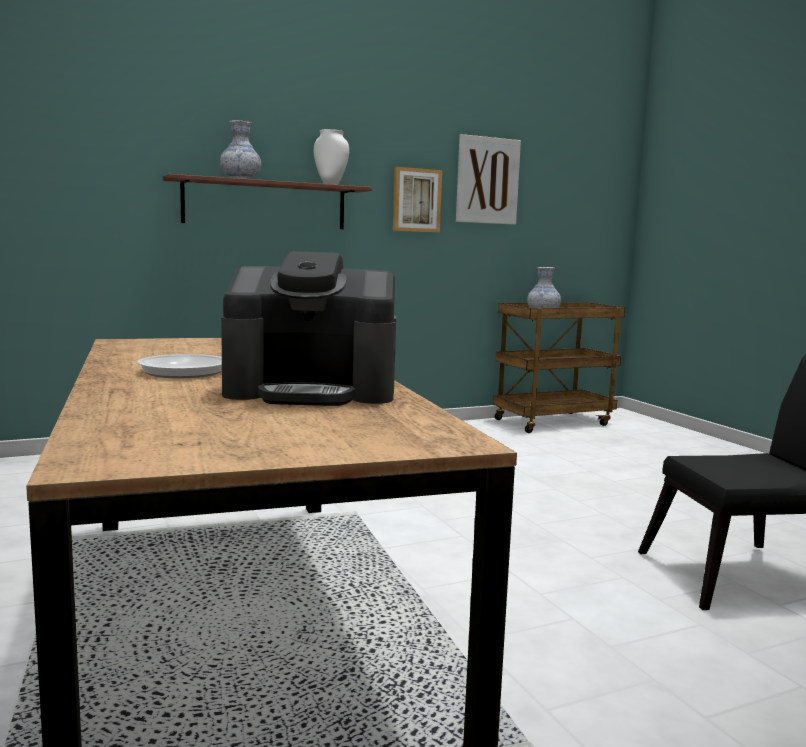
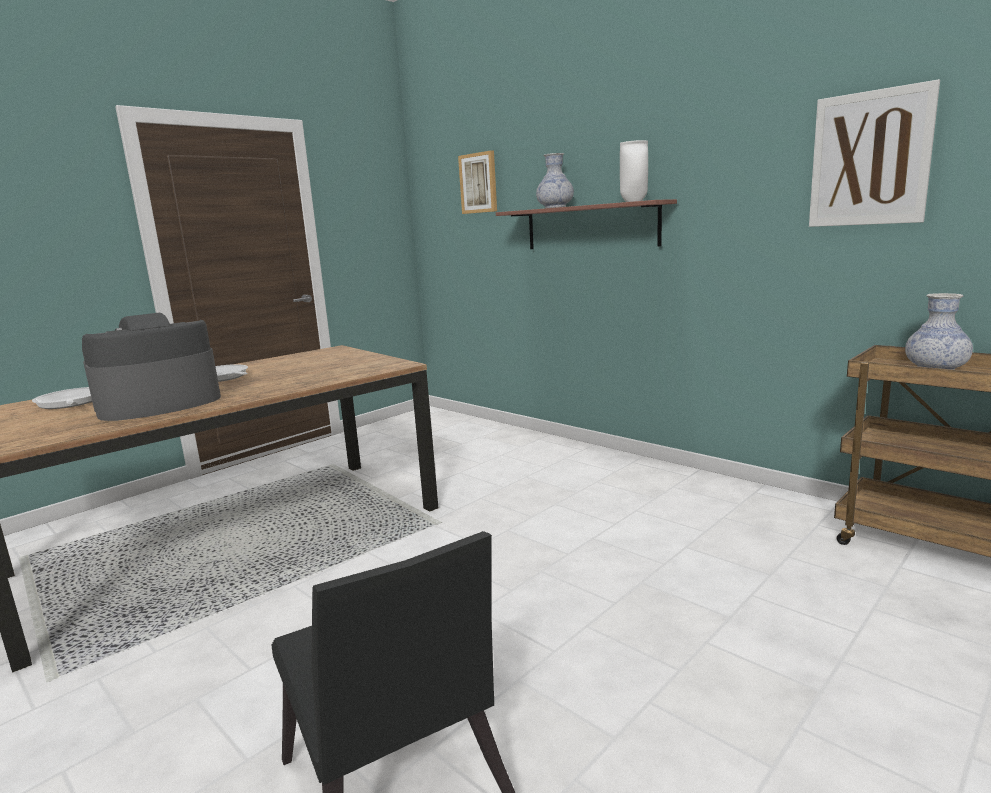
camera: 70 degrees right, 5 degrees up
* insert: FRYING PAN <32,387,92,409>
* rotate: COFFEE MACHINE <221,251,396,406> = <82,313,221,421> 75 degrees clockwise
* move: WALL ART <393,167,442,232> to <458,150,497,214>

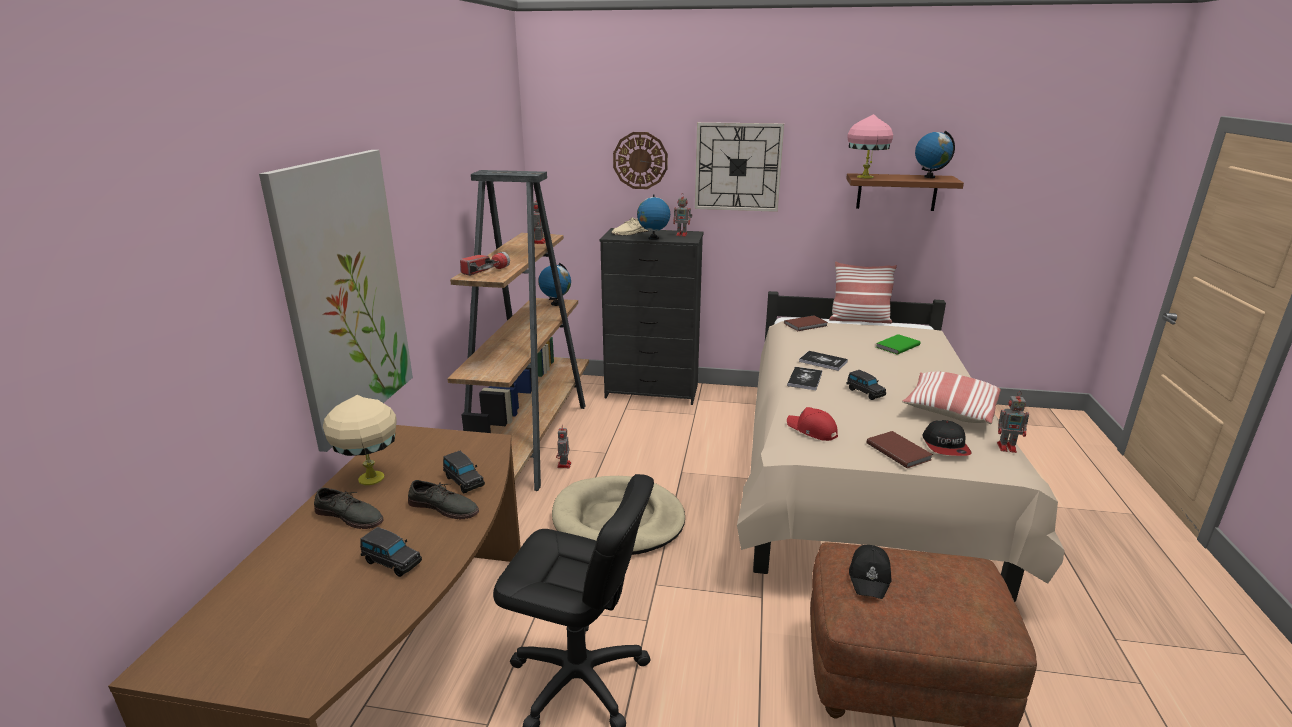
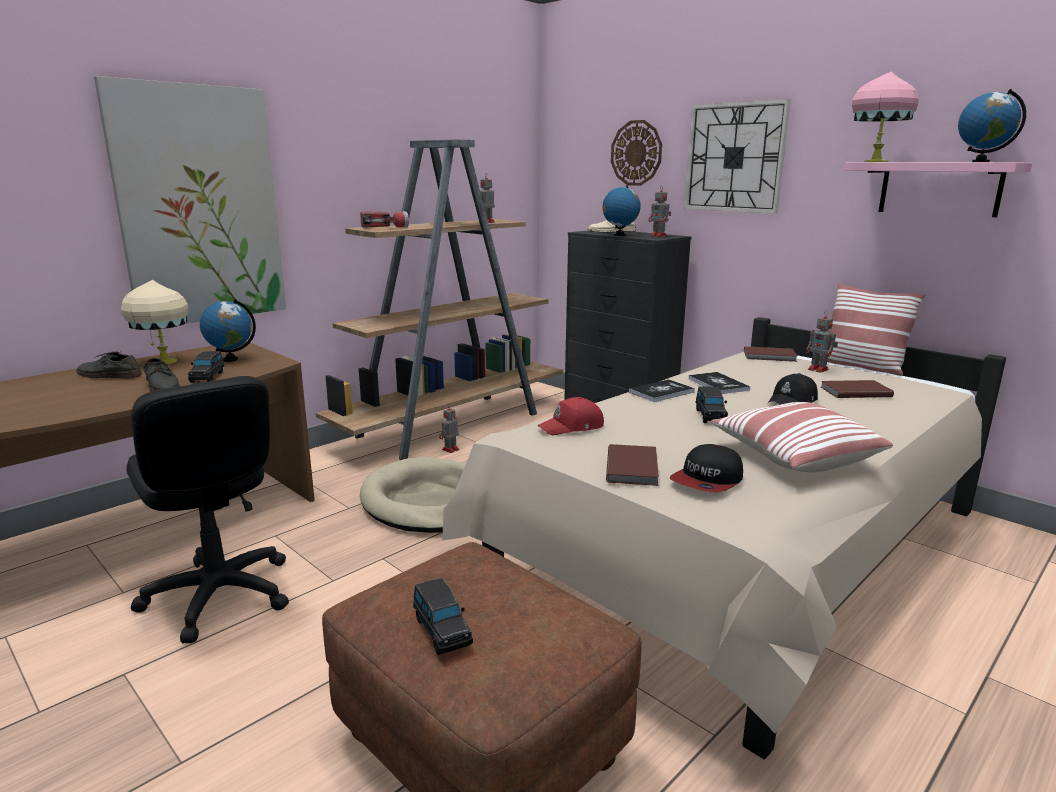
camera: 35 degrees right, 5 degrees down
* rotate: GREYISH SHOE <314,488,384,529> = <76,352,142,379> 135 degrees clockwise
* move: WORLD GLOBE <538,263,571,306> to <200,299,256,362>
* move: BLACKISH TOY CAR <360,527,422,577> to <413,578,473,655>
* rotate: RED-COLOURED CAP <787,407,838,441> = <537,397,604,436> 105 degrees counterclockwise
* move: BLACKISH CAP <849,545,892,599> to <768,373,818,405>
* move: ROBOT FIGURE <997,391,1029,453> to <806,311,838,373>
* recolor: GREENISH VOLUME <876,334,921,355> to BROWN-COLOURED VOLUME <821,380,894,398>
* recolor: BROWN-COLOURED SHELF <846,173,964,211> to PINK-COLOURED SHELF <844,162,1032,217>

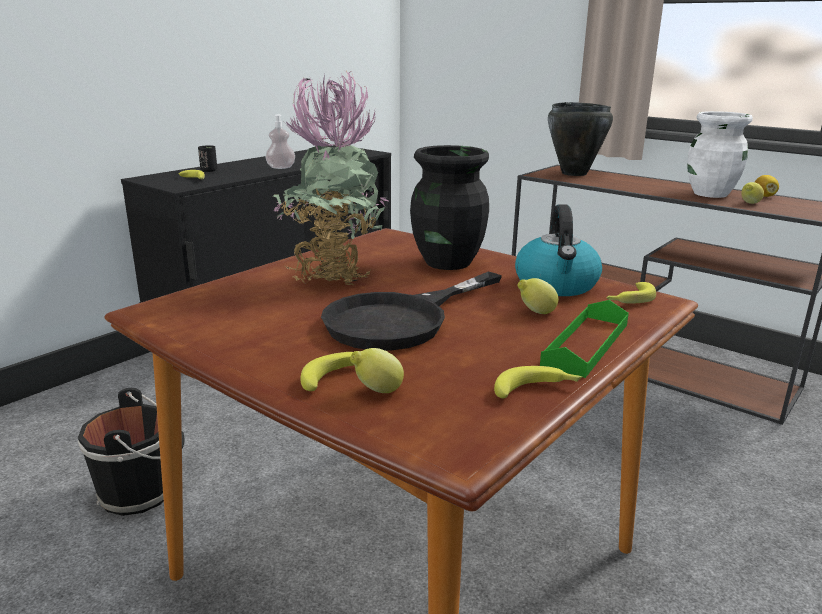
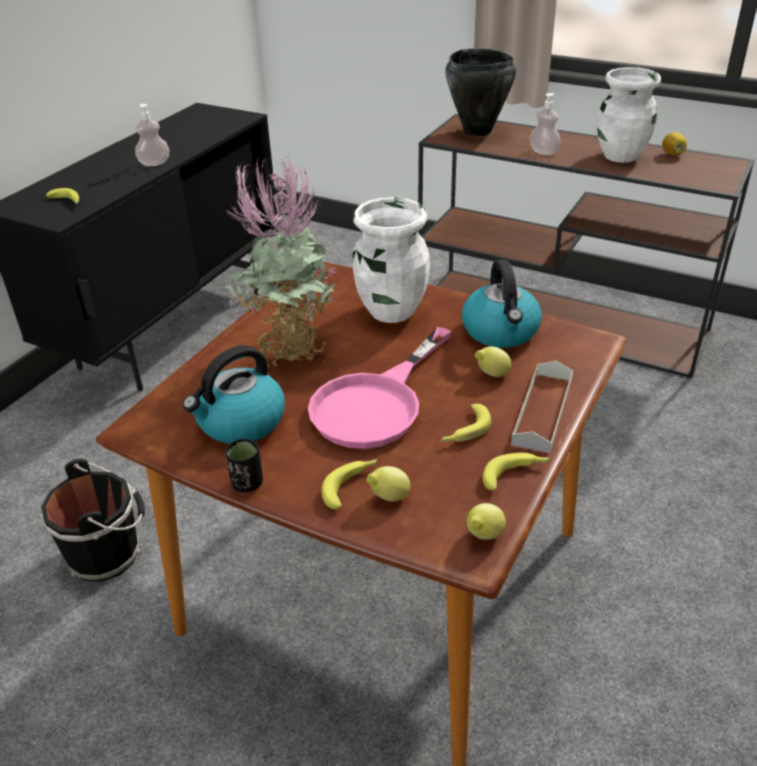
camera: 10 degrees left, 15 degrees up
* insert: WATER KETTLE <183,345,285,444>
* move: BLACKISH CUP <198,145,217,172> to <225,438,263,492>
* recolor: BLACKISH FRYING PAN <321,272,502,351> to PINK-COLOURED FRYING PAN <308,327,452,449>
* recolor: BLACKISH FLOWER VASE <410,145,489,270> to WHITE-COLOURED FLOWER VASE <353,197,430,323>
* move: BANANA FRUIT <606,282,656,304> to <441,404,491,442>
* move: LEMON <741,182,764,204> to <467,503,506,540>
* recolor: GREENISH SERVING TRAY <540,300,629,378> to GREYISH SERVING TRAY <511,361,573,453>
* insert: LIQUID SOAP BOTTLE <530,93,560,155>

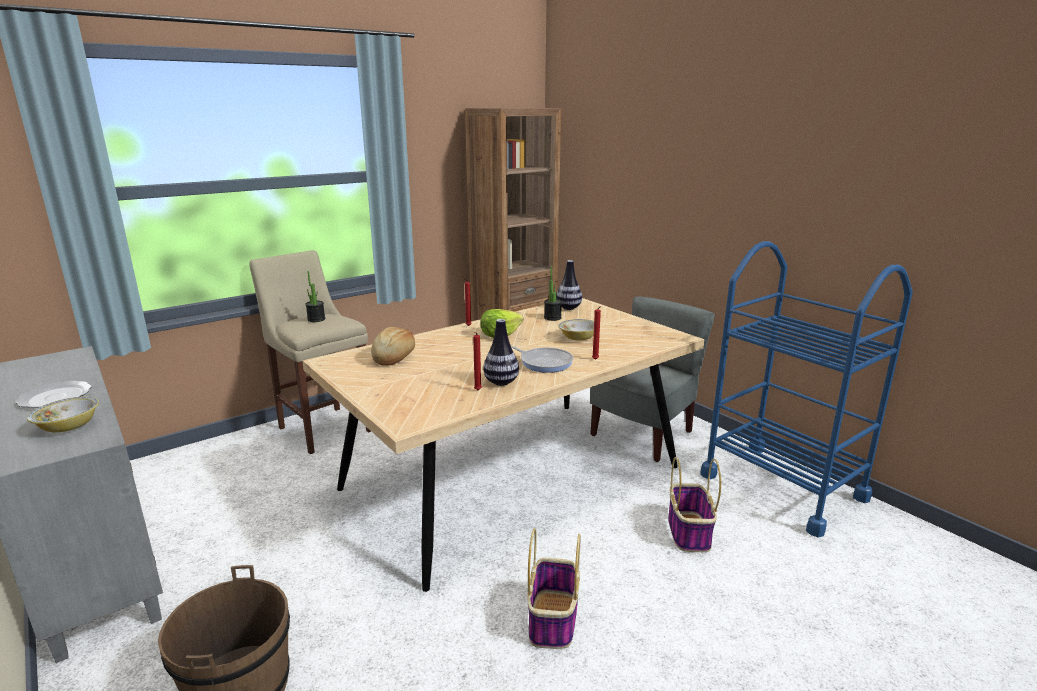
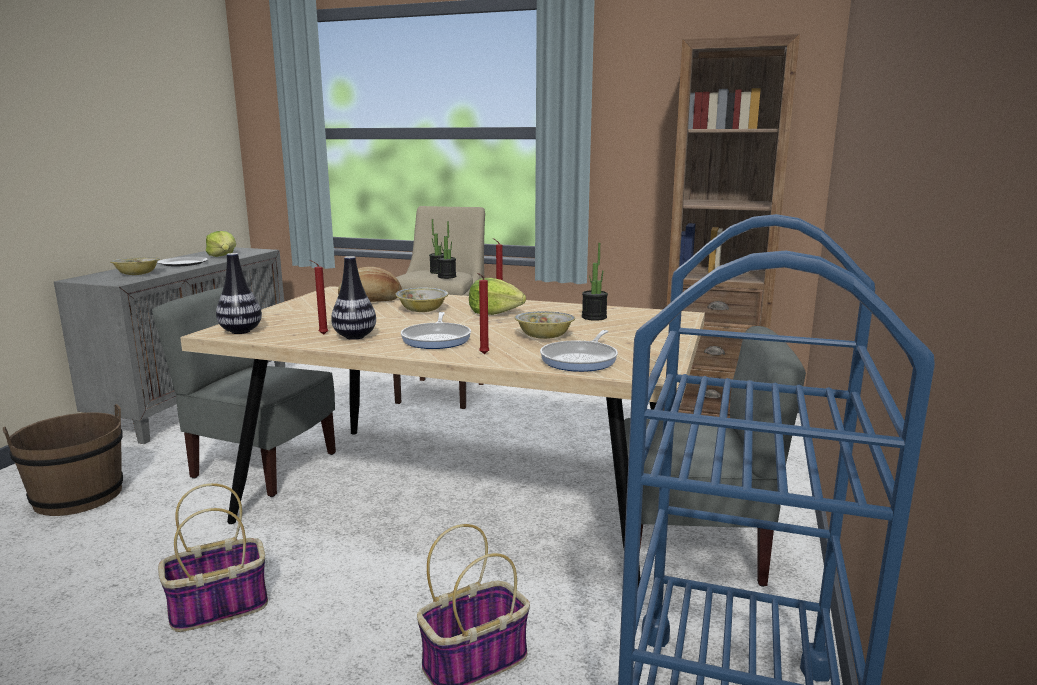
camera: 55 degrees right, 5 degrees down
* insert: GREYISH PLAIN CHAIR <152,287,336,497>
* insert: LETTUCE HEAD <206,231,236,257>
* move: FLOWER VASE <556,260,582,310> to <216,253,262,334>
* insert: BOWL <395,287,448,312>
* insert: PLANT IN A POT <437,221,456,279>
* insert: FRYING PAN <540,330,618,372>

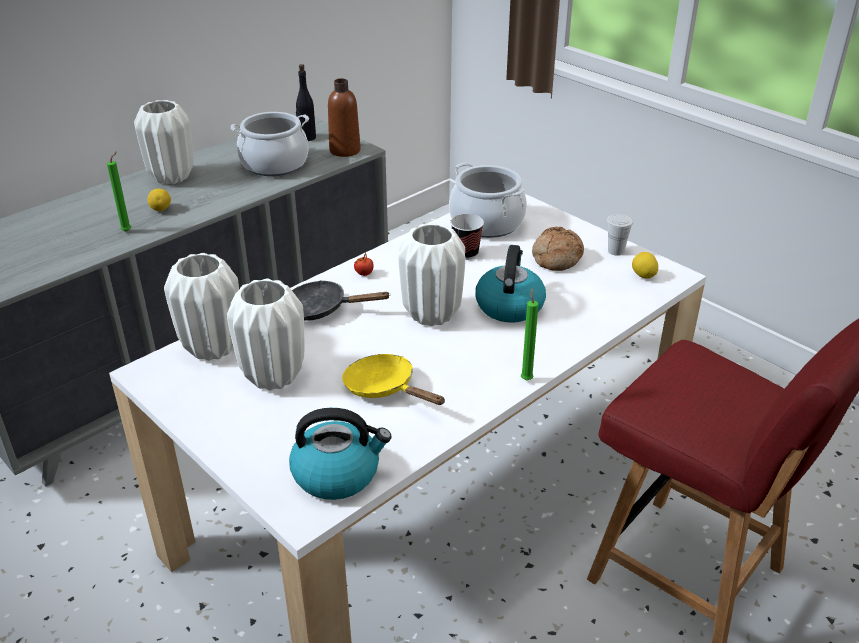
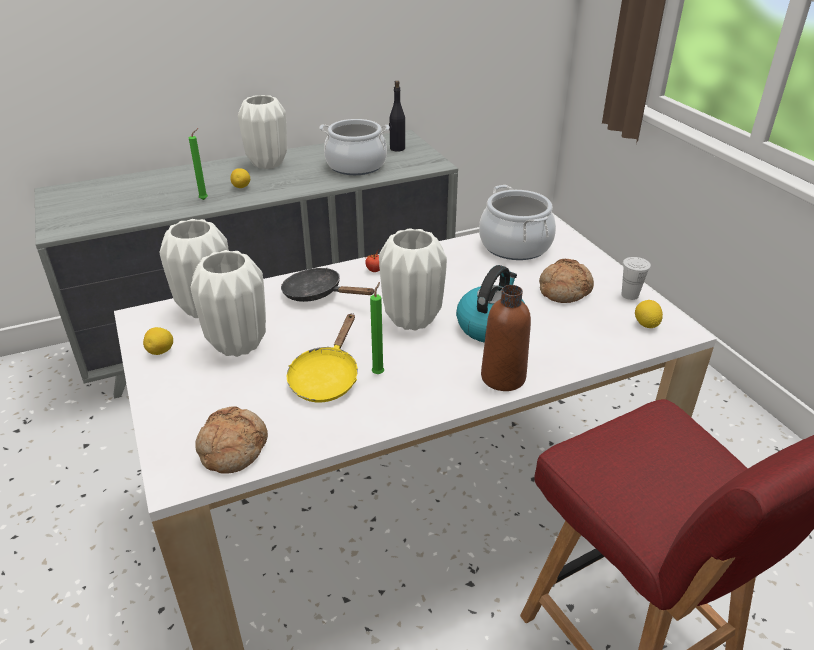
camera: 20 degrees right, 0 degrees up
* insert: LEMON <143,327,173,355>
* replace: WATER KETTLE <289,408,392,500> to BAKERY BREAD <195,406,268,474>
* rotate: YELLOW-COLOURED FRYING PAN <342,354,445,405> = <287,313,358,403> 135 degrees counterclockwise
* move: GREENISH CANDLE <521,288,538,380> to <370,282,384,374>
* move: BROWN-COLOURED BEVERAGE BOTTLE <328,78,361,157> to <481,285,531,391>
* delete: CUP <450,214,484,260>

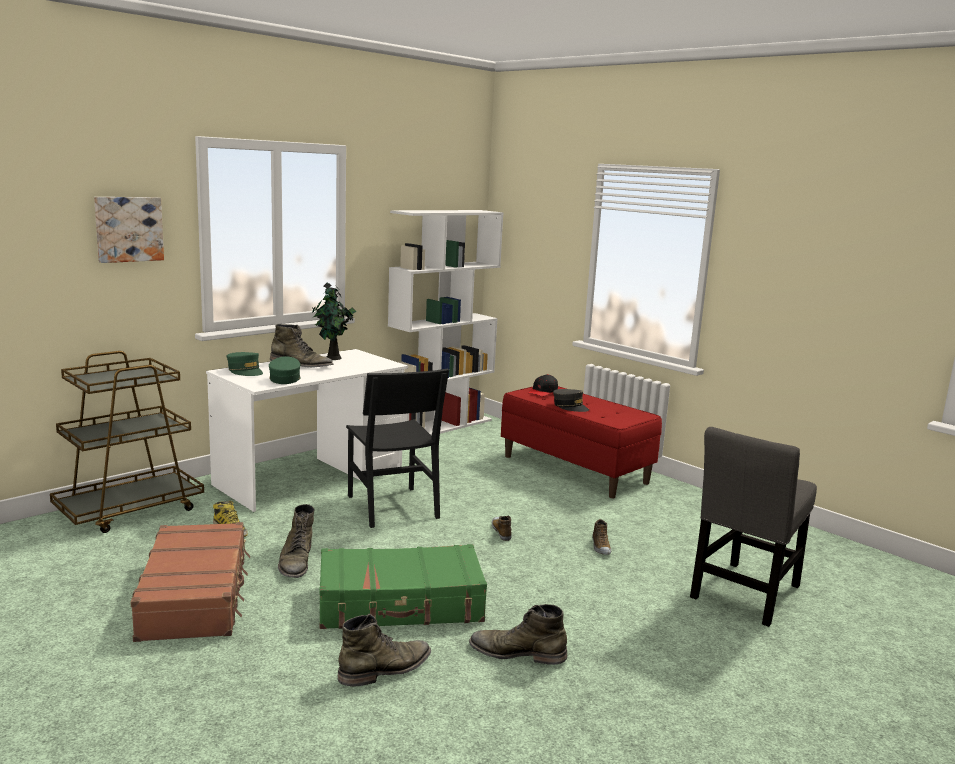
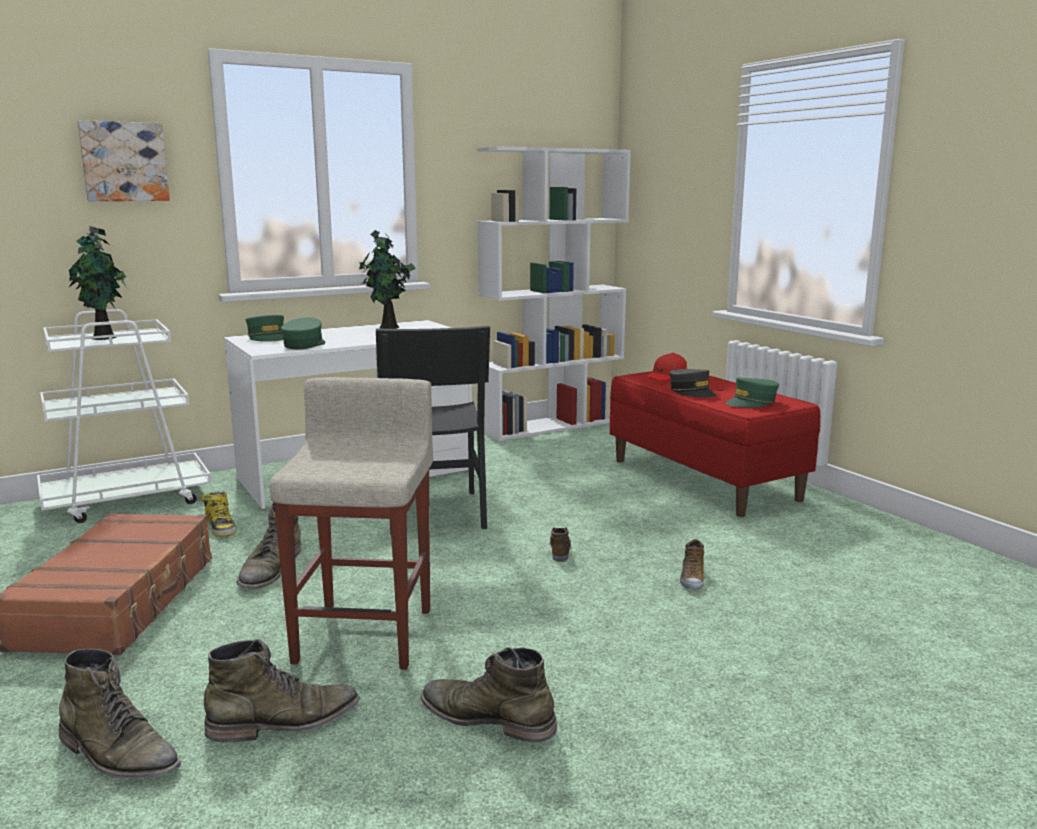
camera: 15 degrees right, 0 degrees up
* recolor: BROWN-COLOURED TROLLEY <50,351,204,533> to WHITE-COLOURED TROLLEY <37,309,211,523>
* move: GREENISH HIGH-TOP BOOT <270,324,334,368> to <59,649,181,780>
* insert: PLANT IN A POT <69,226,128,340>
* replace: GREENISH TRAVEL CASE <319,544,487,629> to BEIGE STOOL <270,377,433,670>
* recolor: BLACKISH CAP <528,374,558,397> to RED-COLOURED CAP <644,353,687,381>
* insert: GREENISH CAP <725,378,779,407>
* delete: GREYISH PLAIN CHAIR <690,427,817,627>

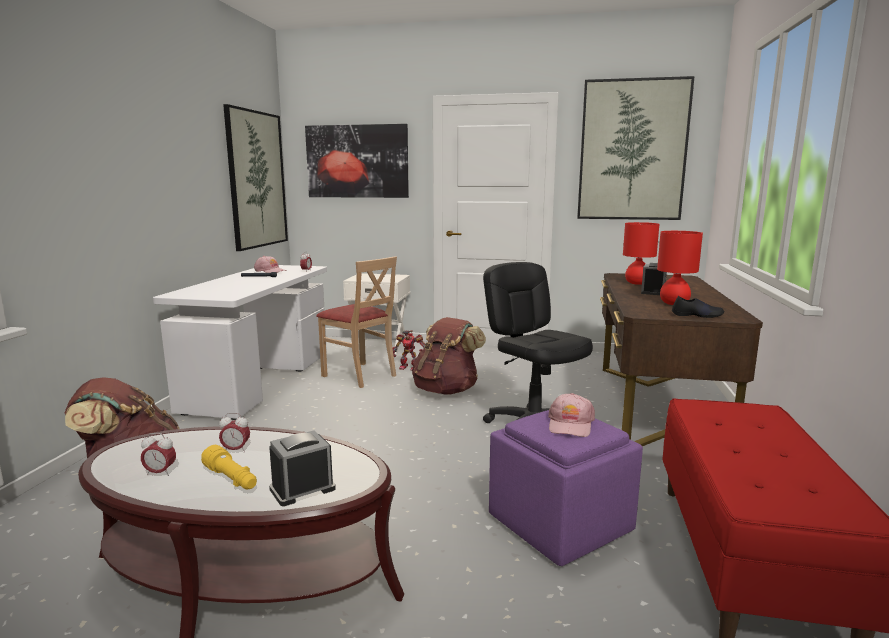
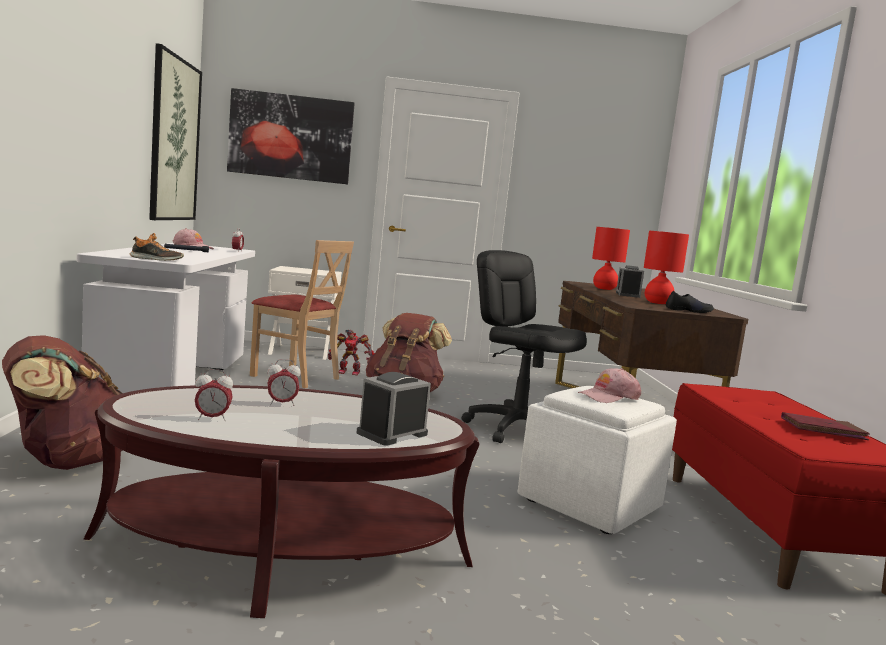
camera: 15 degrees left, 5 degrees down
* insert: SHOE <130,233,184,261>
* recolor: PURPLE POUFFE <489,410,643,566> to WHITE-COLOURED POUFFE <518,386,677,534>
* rotate: PINK-COLOURED CAP <548,393,595,437> = <578,368,641,403> 60 degrees clockwise
* insert: RED-COLOURED VOLUME <781,412,870,440>
* delete: YELLOW-COLOURED TORCH <201,445,257,489>
* delete: WALL ART <577,76,695,220>

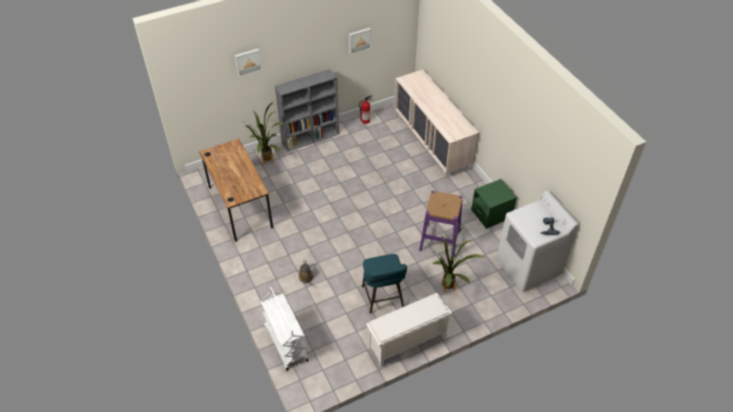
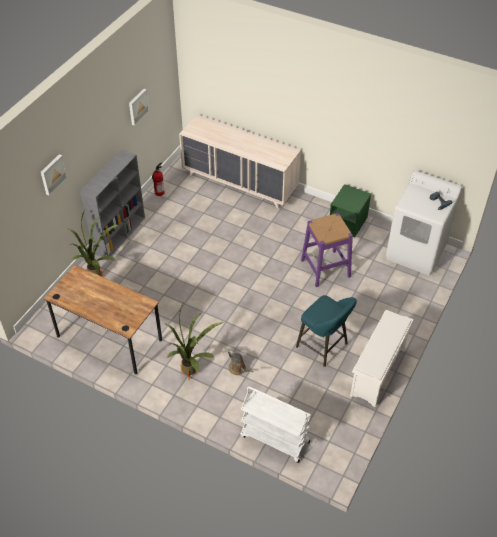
camera: 35 degrees left, 0 degrees up
* move: PLANT IN A POT <432,226,485,293> to <164,304,224,381>

